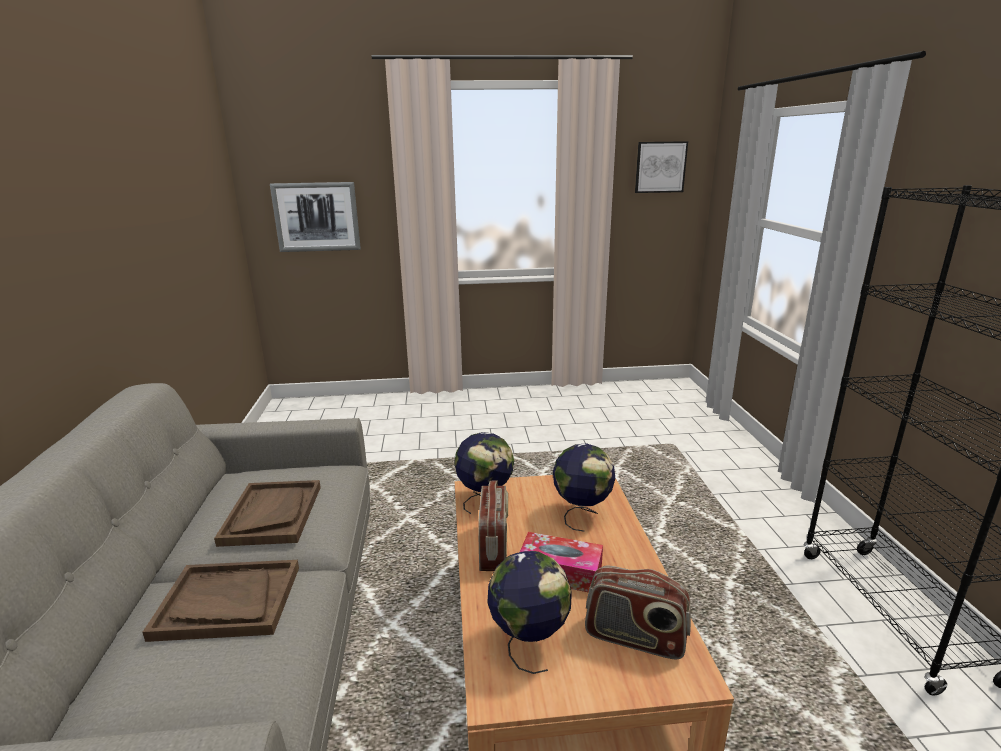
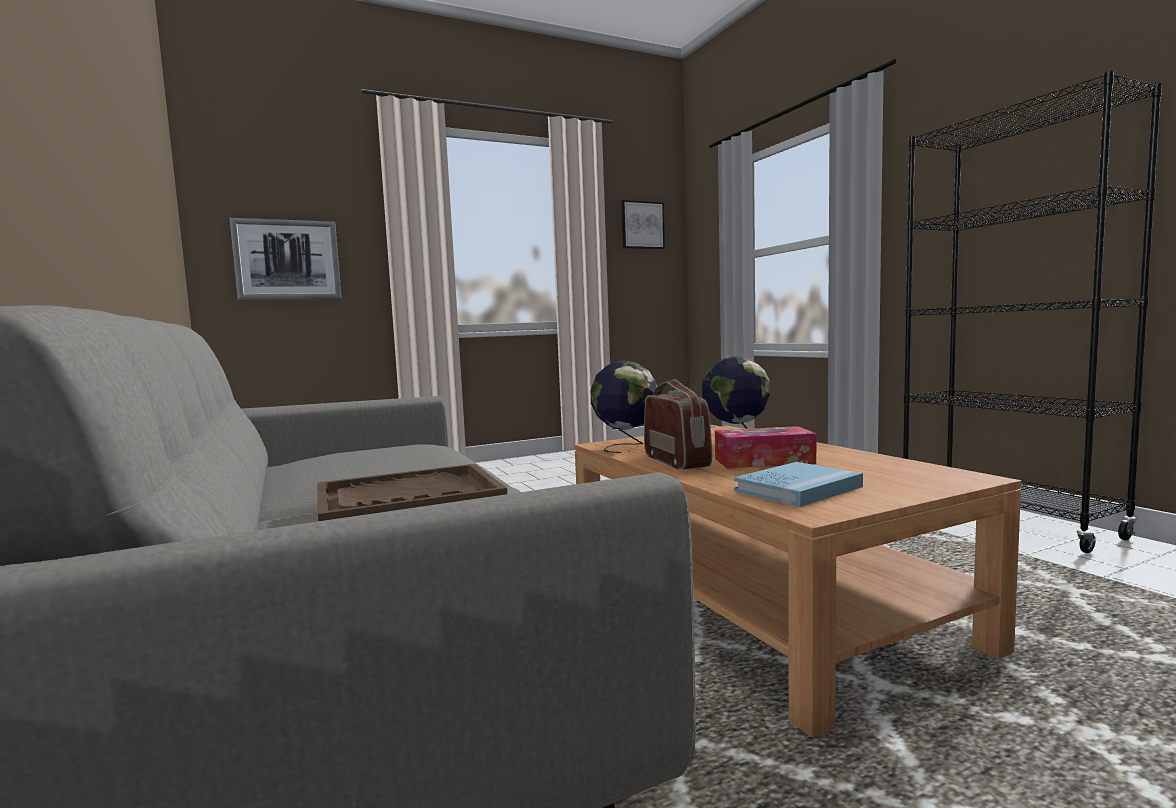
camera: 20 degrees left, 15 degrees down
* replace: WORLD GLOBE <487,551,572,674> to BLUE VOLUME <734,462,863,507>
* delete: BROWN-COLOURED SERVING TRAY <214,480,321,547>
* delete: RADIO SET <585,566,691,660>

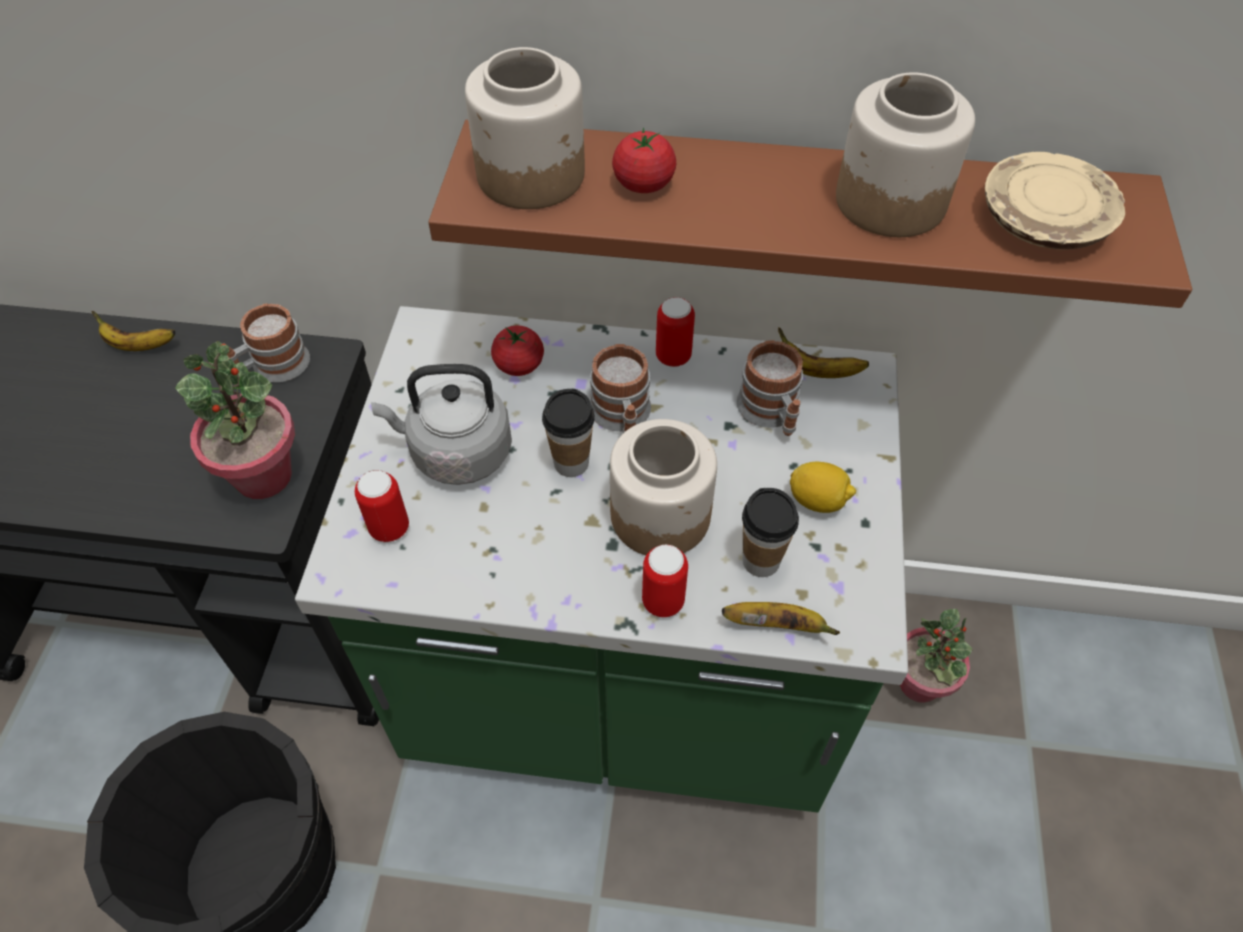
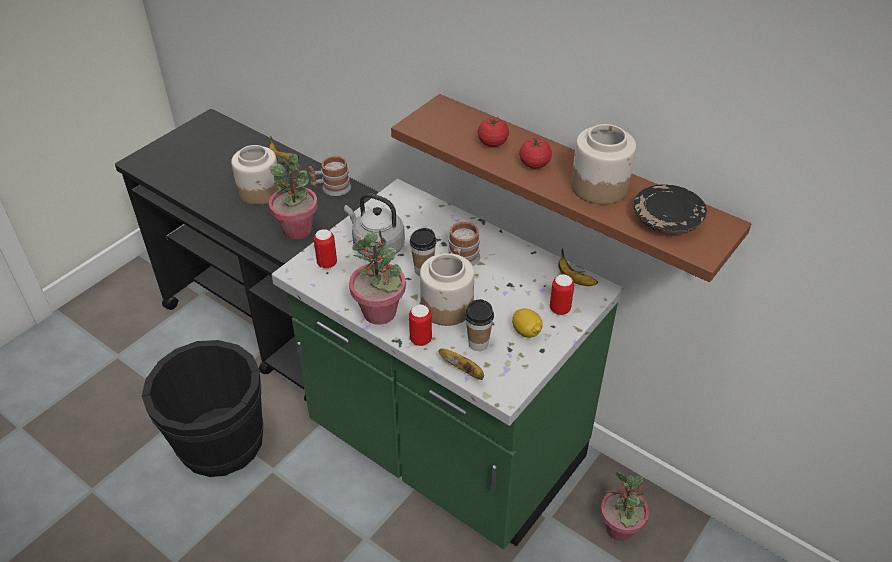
camera: 30 degrees right, 10 degrees down
* move: STORAGE JAR <465,47,585,209> to <231,145,279,205>
* insert: PLANT IN A POT <349,230,406,325>
* move: FRESH TOMATO <491,325,544,376> to <519,138,552,169>
* move: SEALED CAN <656,297,695,367> to <550,274,574,315>
* recolor: BEIGE DINNER PLATE <985,152,1125,249> to BLACKISH DINNER PLATE <634,184,707,234>
* delete: COFFEE MUG <736,340,803,436>

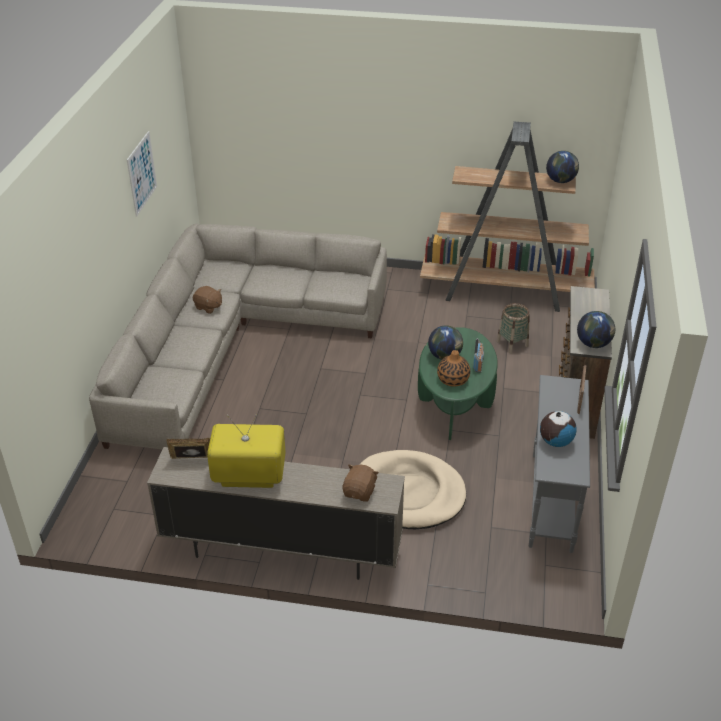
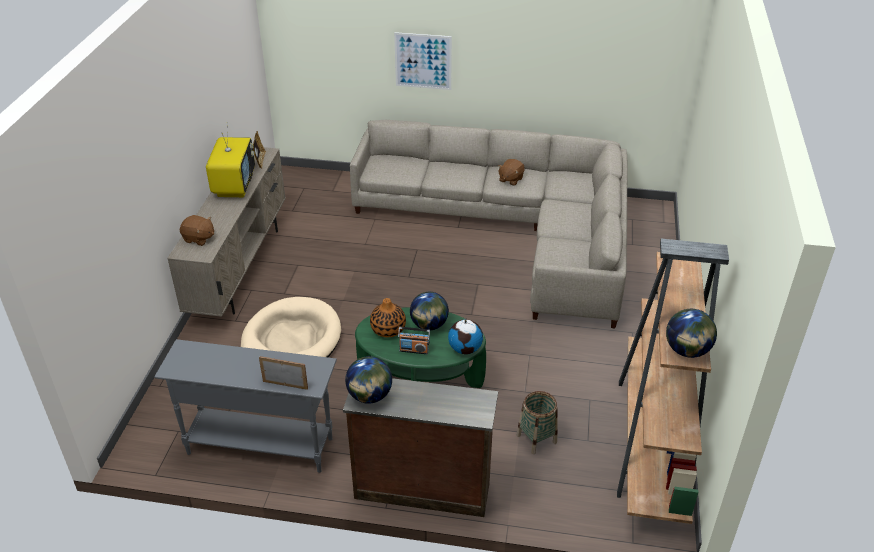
camera: 90 degrees right, 0 degrees up
* move: WALL ART <127,131,157,217> to <394,32,452,90>
* move: WORLD GLOBE <540,411,577,447> to <448,319,483,354>

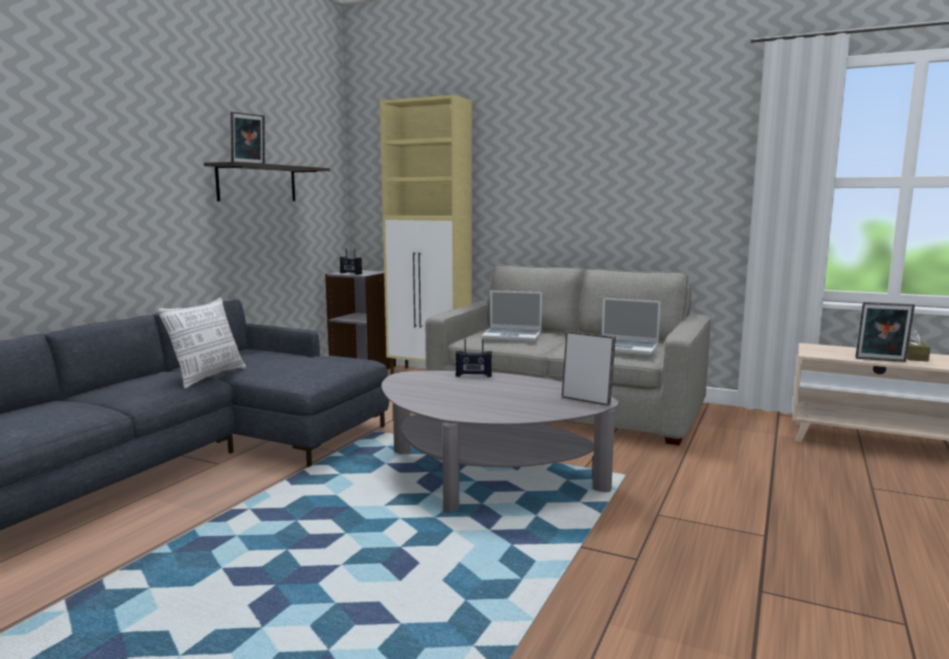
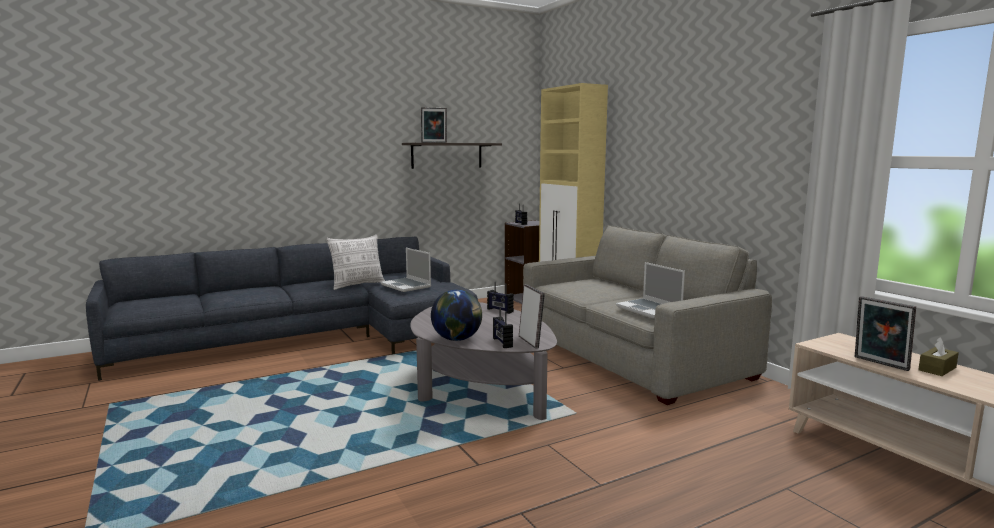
camera: 35 degrees right, 0 degrees up
* move: NOTEBOOK COMPUTER <482,290,542,342> to <380,248,431,292>
* insert: WORLD GLOBE <431,290,482,341>
* insert: RADIO SET <493,307,513,348>

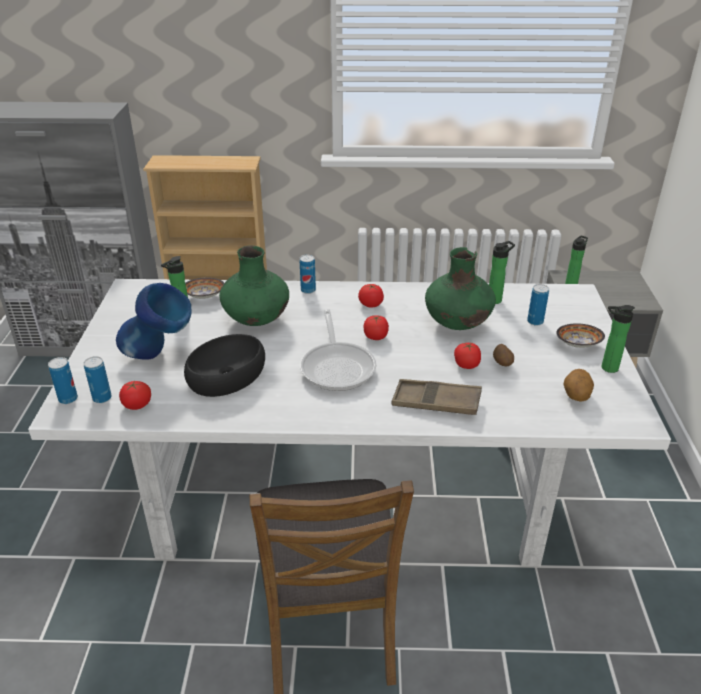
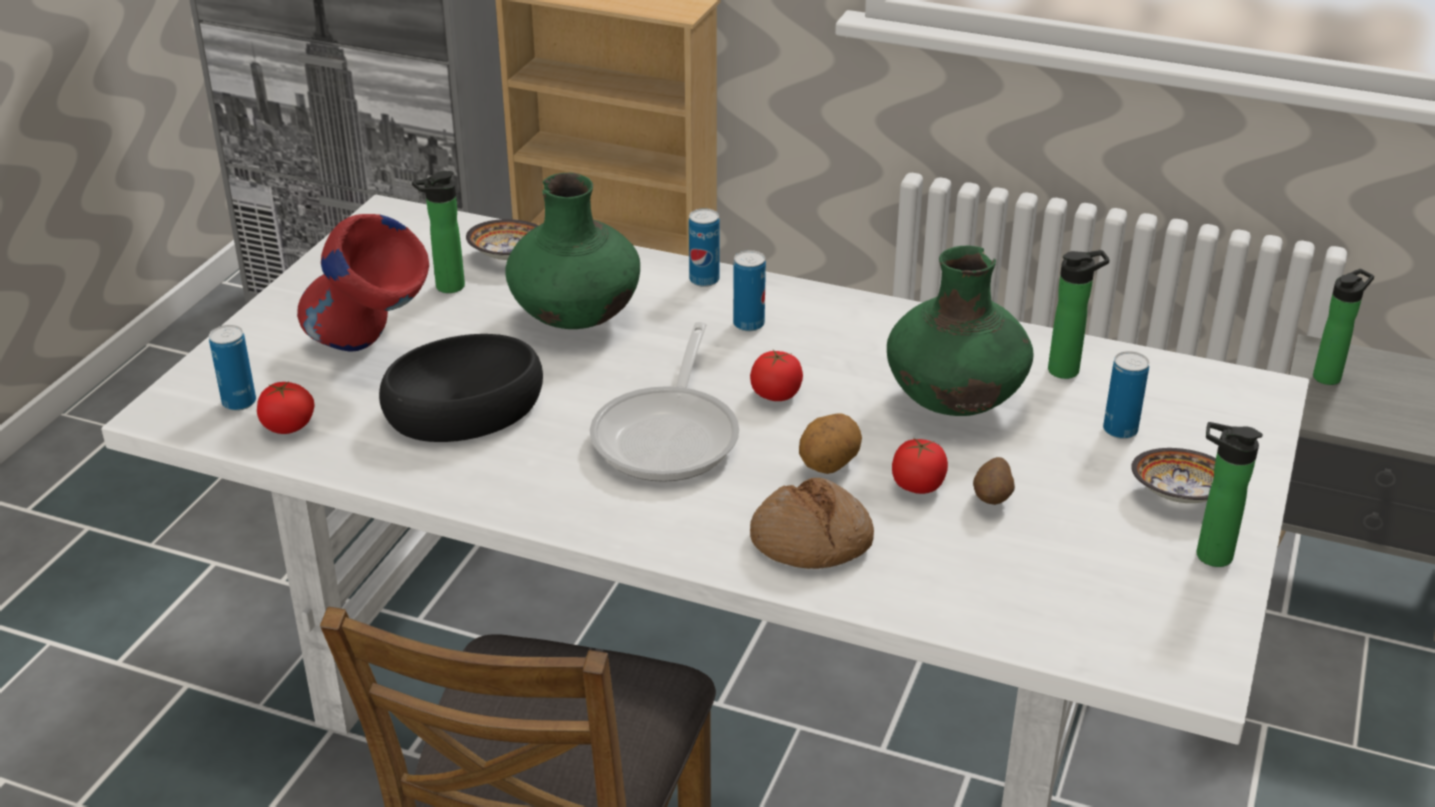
camera: 20 degrees right, 0 degrees up
* recolor: BLUE FLOWER VASE <116,283,192,360> to RED-COLOURED FLOWER VASE <297,214,429,351>
* move: SEALED CAN <48,357,78,404> to <733,250,766,331>
* replace: BROWN-COLOURED SERVING TRAY <391,379,482,415> to BAKERY BREAD <750,478,874,569>
* move: POTATO <563,369,594,402> to <799,413,862,474>
* delete: FRESH TOMATO <358,284,384,308>

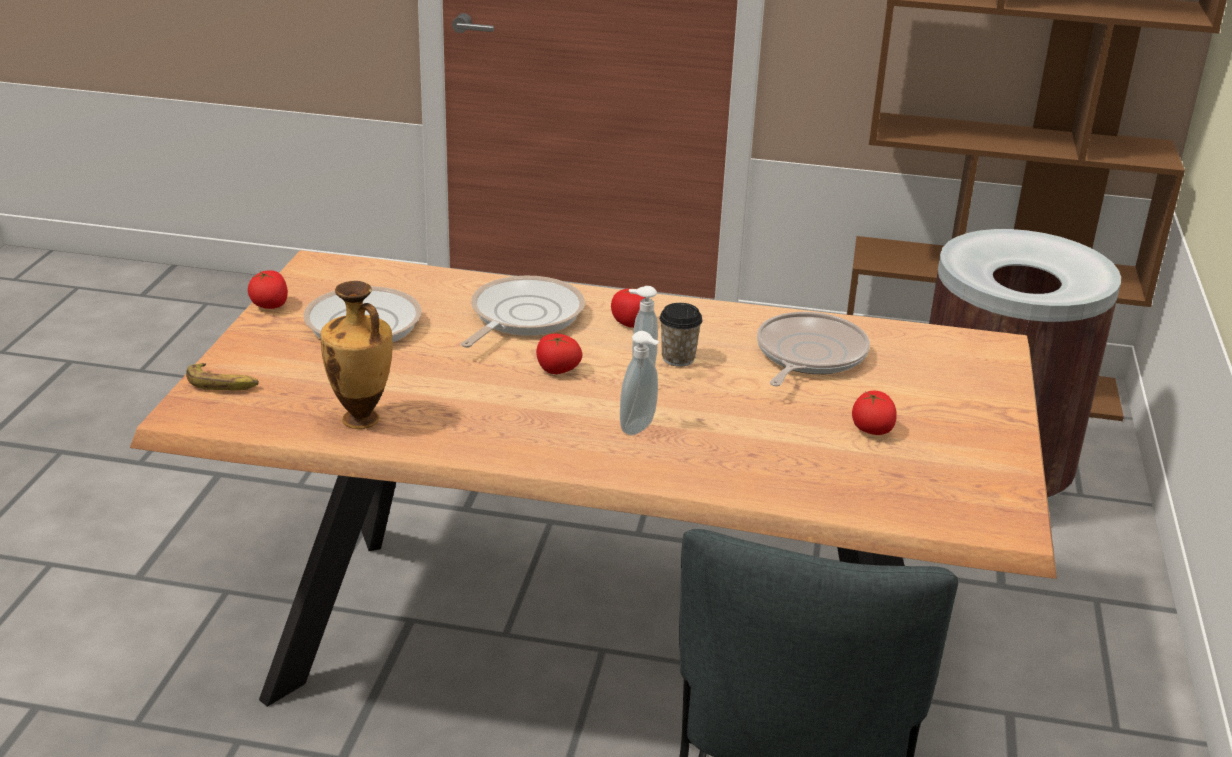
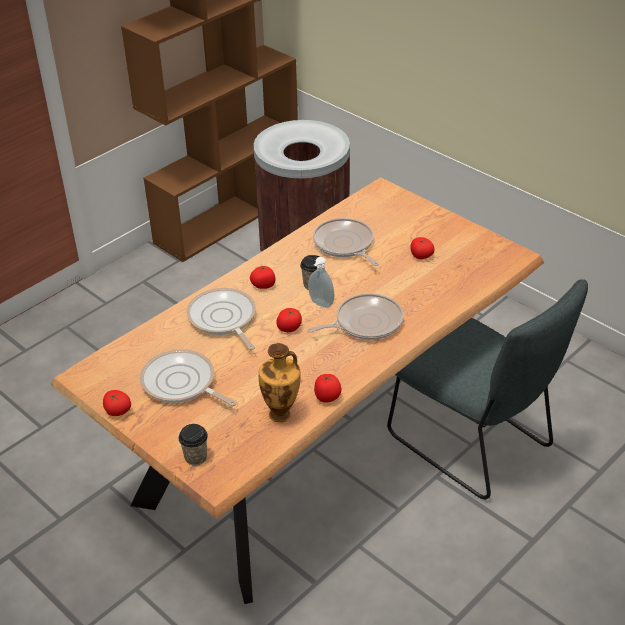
camera: 55 degrees left, 10 degrees up
* replace: BANANA FRUIT <186,363,259,390> to CUP <179,424,208,465>
* replace: LIQUID SOAP BOTTLE <620,331,660,435> to FRYING PAN <307,293,403,340>
* insert: FRESH TOMATO <314,374,342,403>

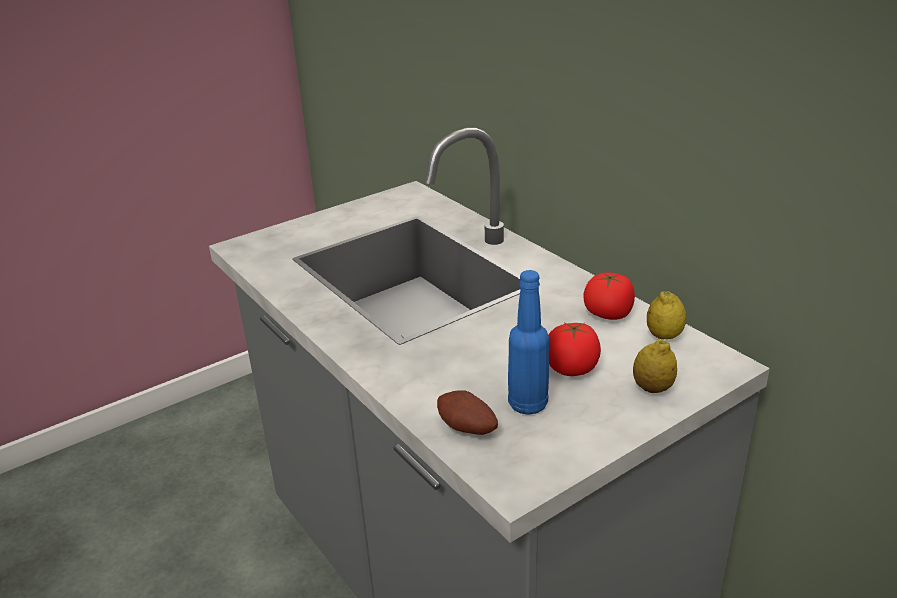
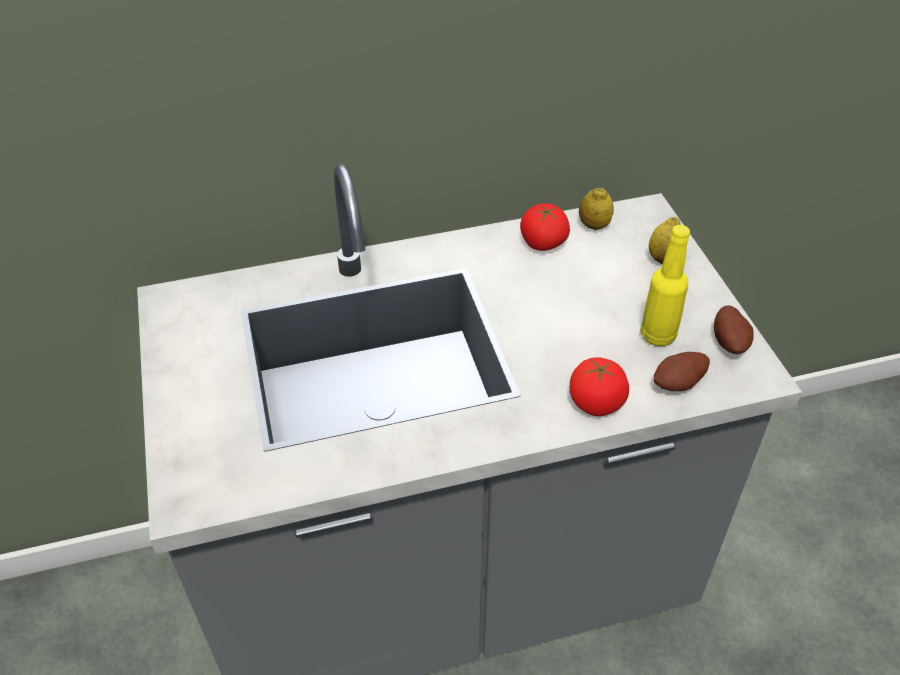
camera: 70 degrees left, 15 degrees up
* move: FRESH TOMATO <548,322,601,376> to <570,357,629,416>
* recolor: BLUE BEVERAGE BOTTLE <508,270,549,415> to YELLOW-COLOURED BEVERAGE BOTTLE <640,225,690,346>
* insert: POTATO <714,306,754,354>

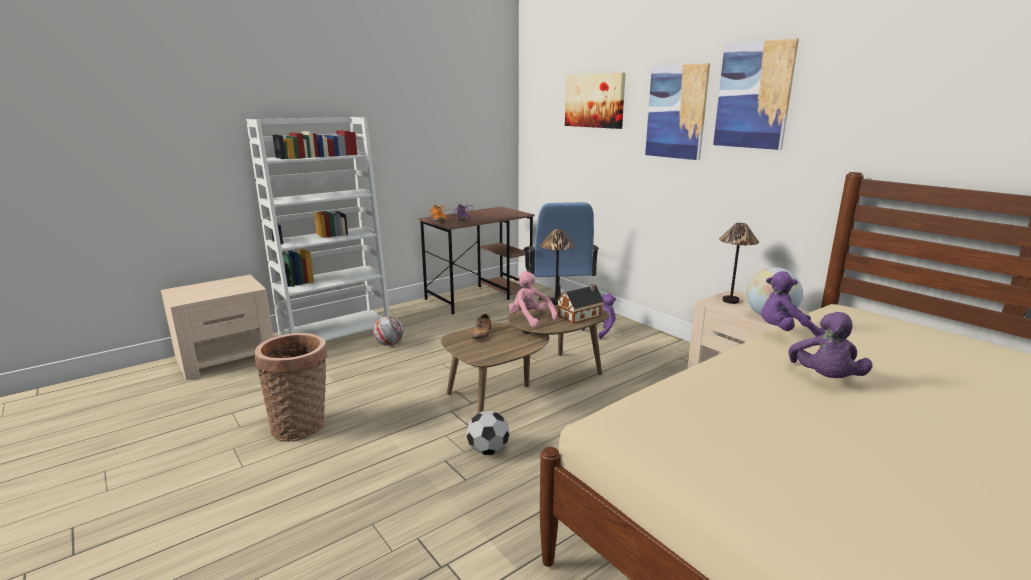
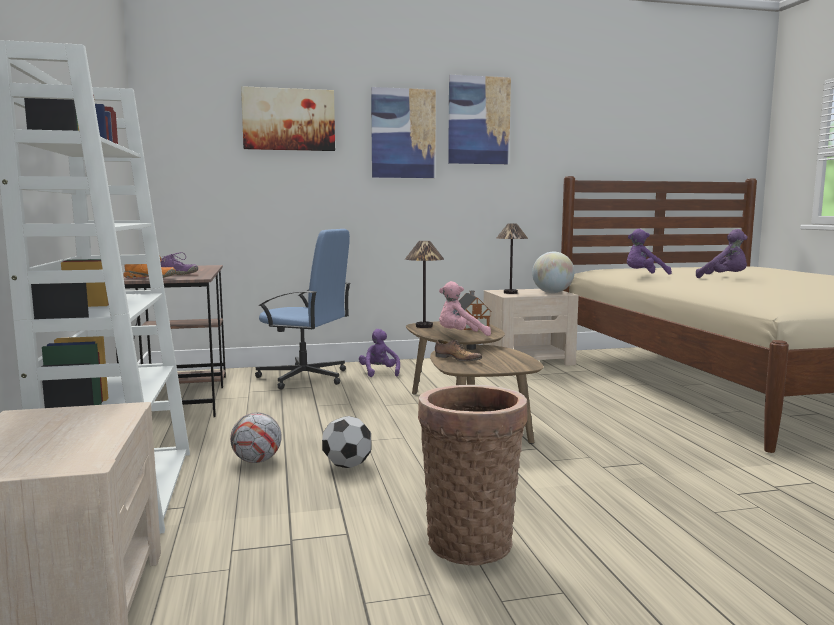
camera: 65 degrees left, 10 degrees down
* move: FOOTBALL BALL <466,411,510,455> to <322,416,371,468>
* rotate: PURPLE SOFT TOY <761,271,826,337> = <627,229,672,275> 45 degrees clockwise

